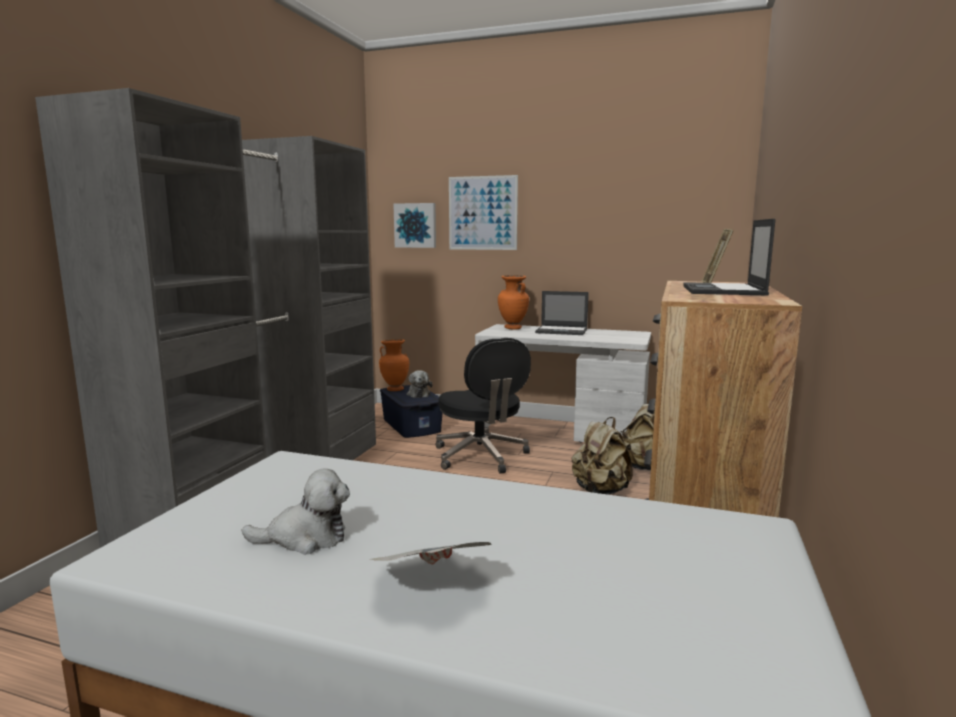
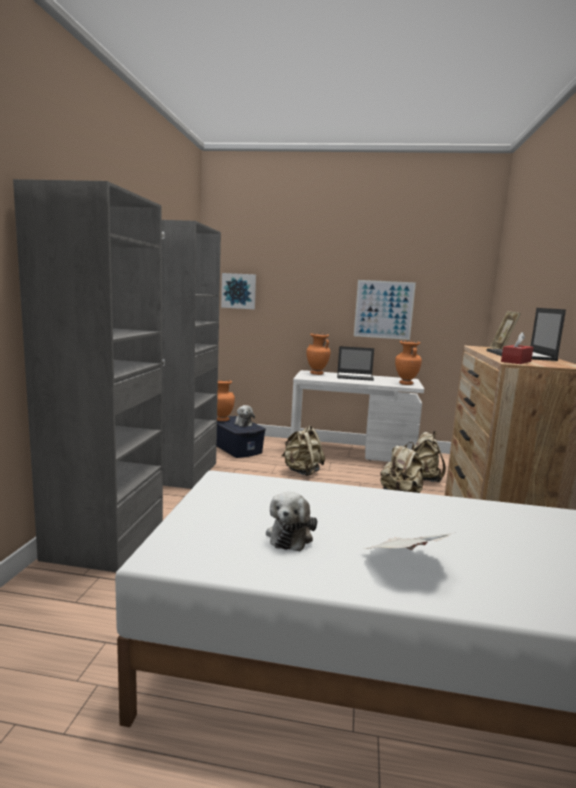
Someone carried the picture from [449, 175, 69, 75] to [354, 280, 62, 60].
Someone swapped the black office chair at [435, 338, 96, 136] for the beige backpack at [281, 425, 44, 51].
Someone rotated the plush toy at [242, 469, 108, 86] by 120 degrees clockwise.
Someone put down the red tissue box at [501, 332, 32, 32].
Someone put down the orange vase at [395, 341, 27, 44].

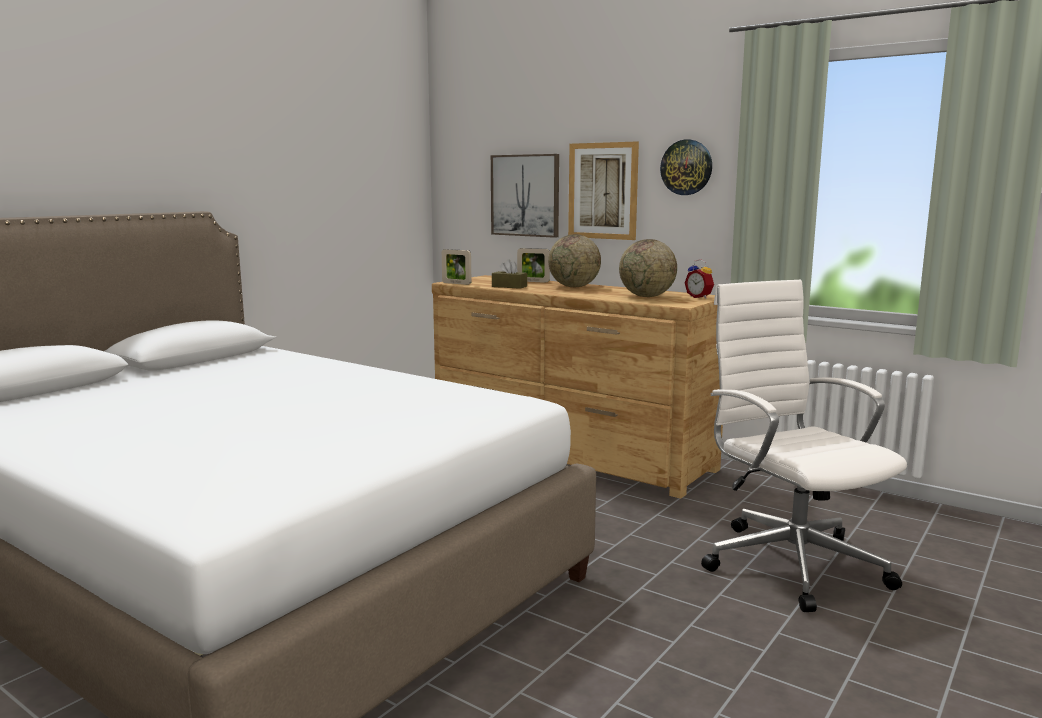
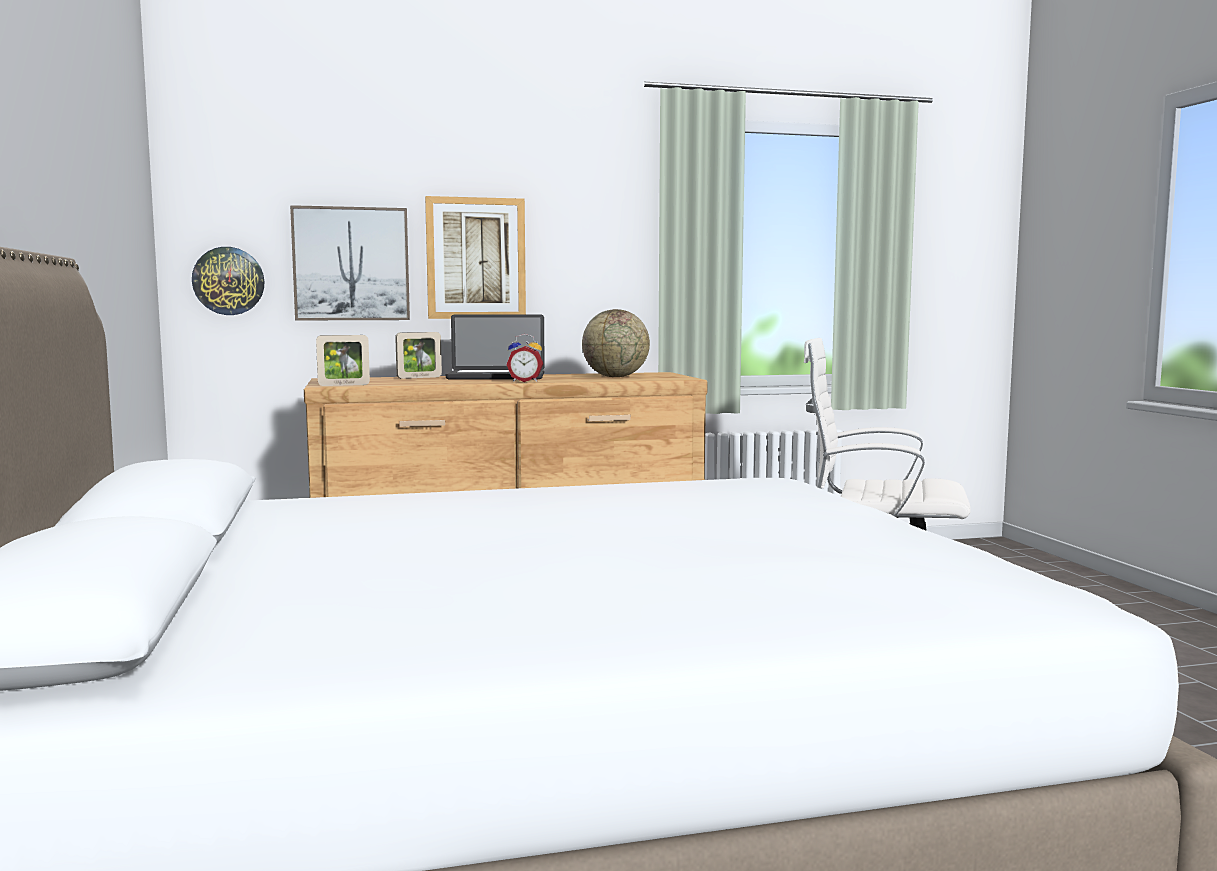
Someone carried the wall clock from [660, 139, 52, 56] to [192, 247, 73, 68].
Someone swapped the globe at [548, 234, 53, 53] for the laptop at [446, 314, 99, 66].
Someone took away the brown tissue box at [492, 259, 35, 30].
Someone carried the alarm clock from [684, 259, 30, 40] to [506, 334, 37, 48].

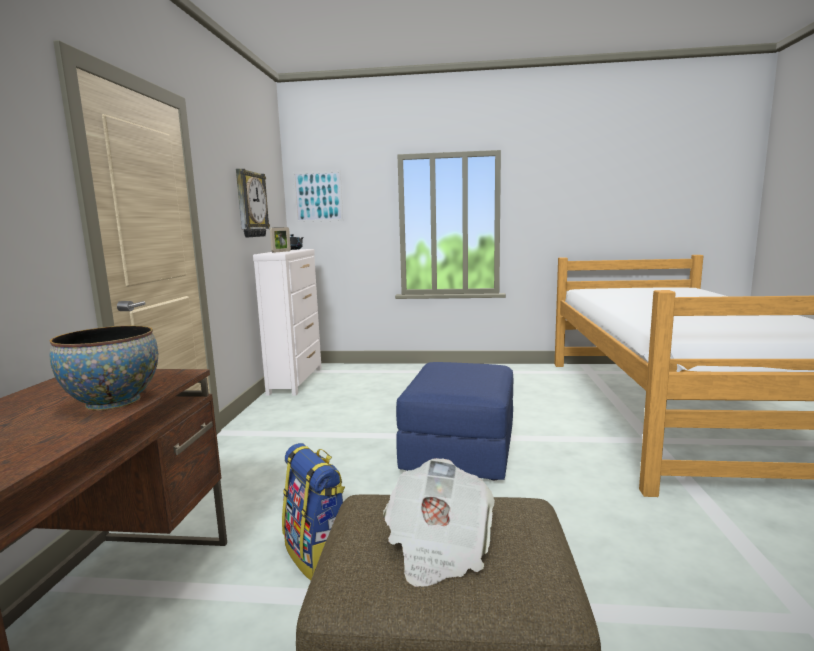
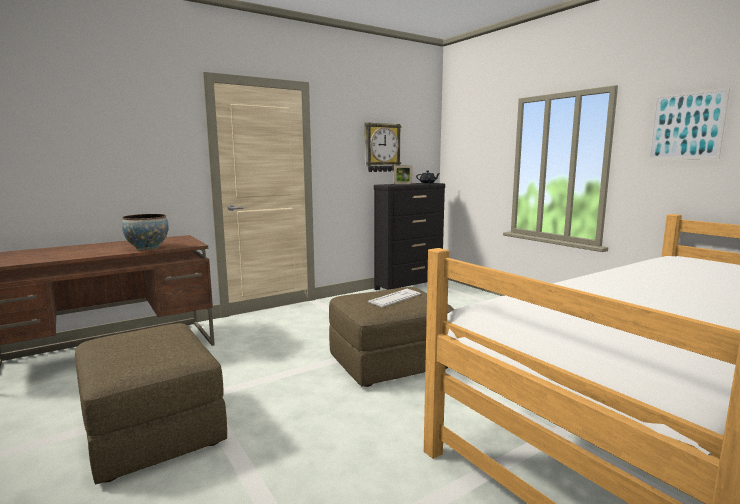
Someone carried the picture from [293, 171, 50, 51] to [648, 88, 82, 71].
Someone repainted the white dresser at [253, 249, 69, 147], which became the black dresser at [374, 183, 71, 107].
Someone repainted the blue ottoman at [396, 362, 117, 118], which became the brown ottoman at [329, 287, 125, 100].
Someone took away the backpack at [282, 443, 63, 137].
Someone took away the newspaper at [383, 458, 112, 129].
Someone put down the keyboard at [368, 289, 53, 18].

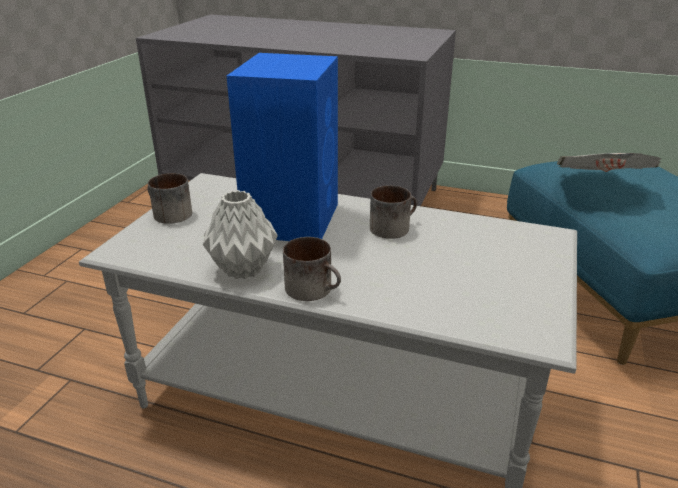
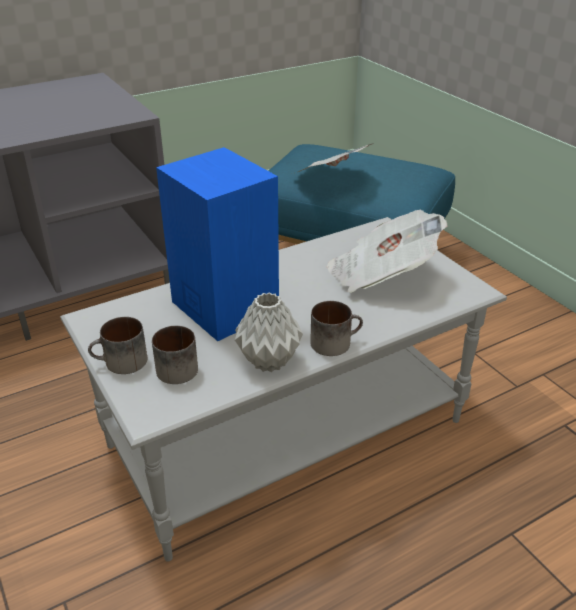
Someone carried the mug from [370, 185, 47, 54] to [152, 326, 46, 58].
Someone put down the newspaper at [327, 210, 121, 83].

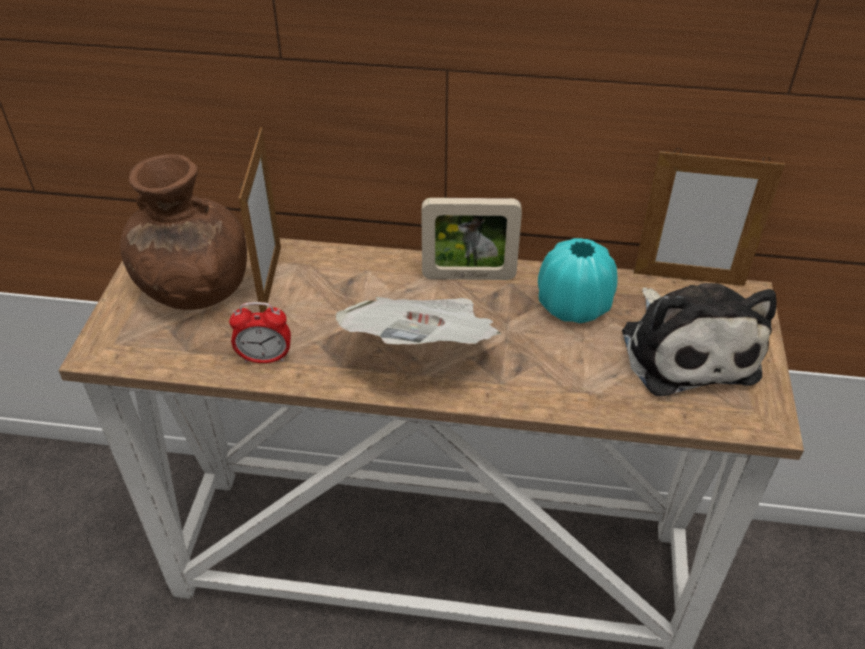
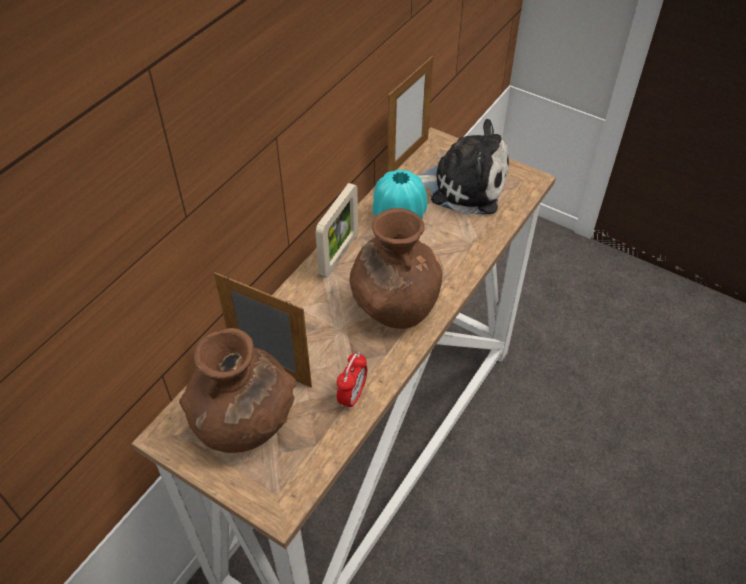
Someone swapped the newspaper at [335, 297, 166, 48] for the brown vase at [350, 208, 93, 121].

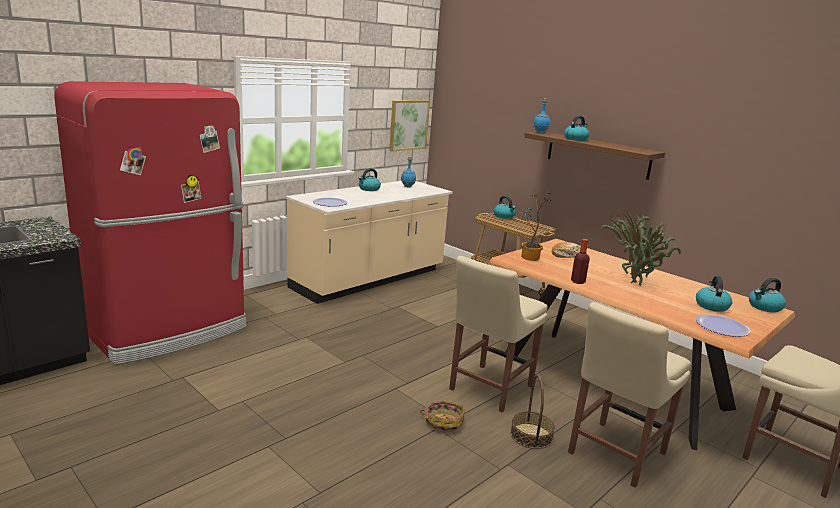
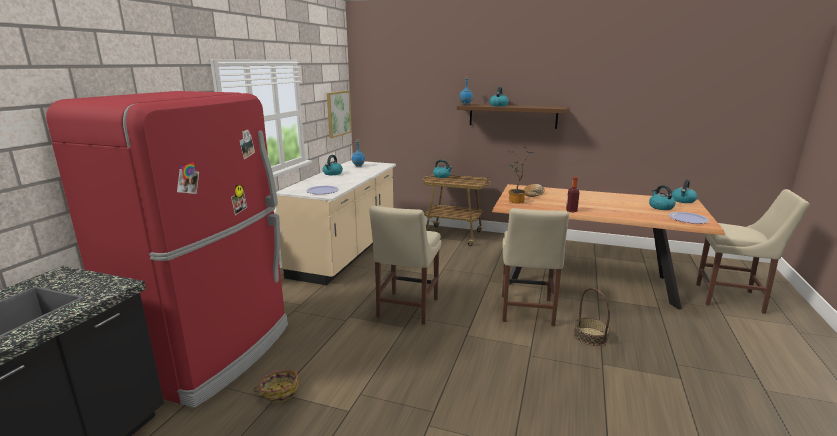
Someone took away the potted plant at [600, 211, 81, 75].
Someone carried the beige chair from [568, 302, 123, 186] to [369, 206, 72, 119].
Someone carried the basket from [420, 401, 44, 32] to [253, 370, 46, 33].

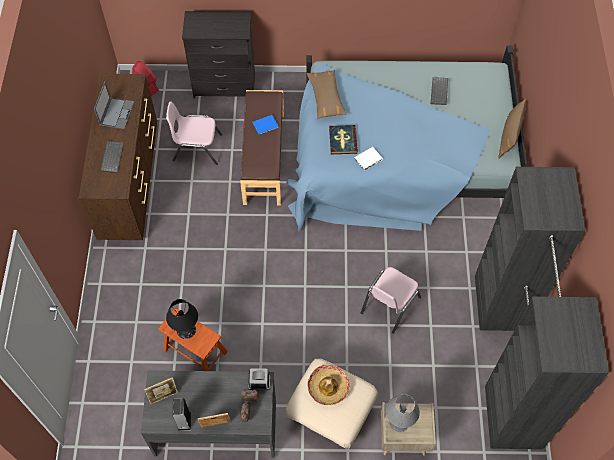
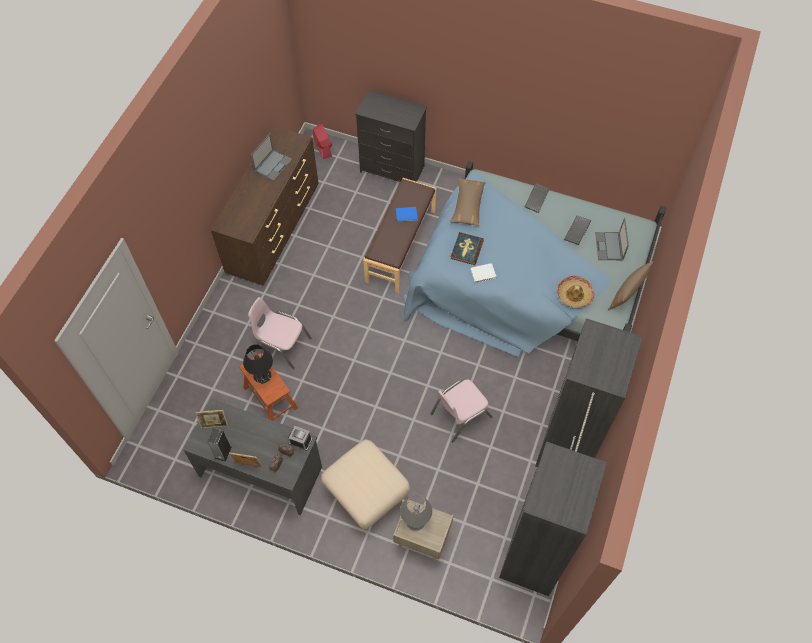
Someone carried the pink chair from [166, 102, 56, 63] to [248, 297, 63, 72].
Someone carried the keyboard from [100, 141, 24, 32] to [525, 183, 24, 30].
Someone carried the hat from [308, 365, 42, 40] to [557, 276, 38, 32].
Someone put down the laptop at [595, 218, 34, 42].

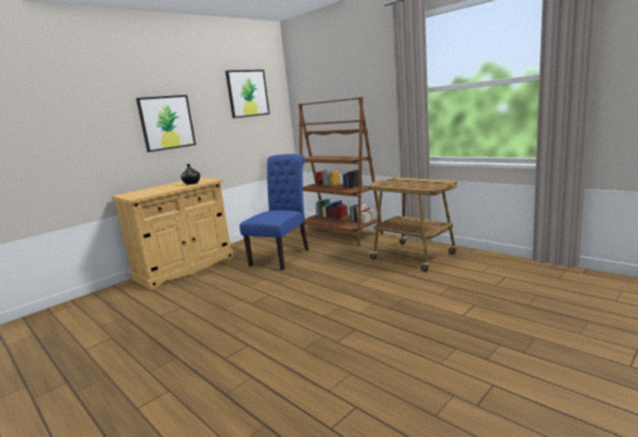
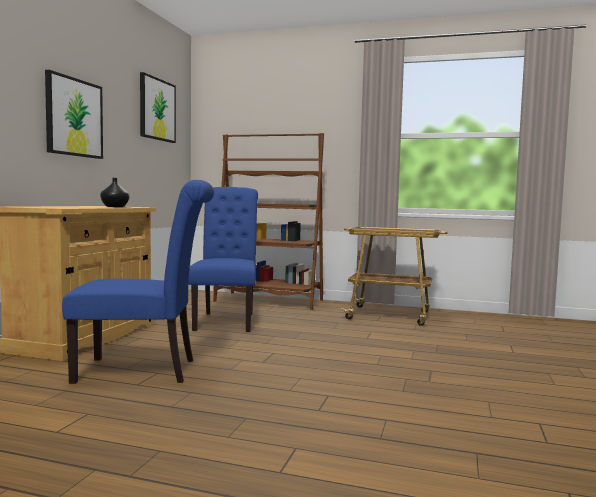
Someone put down the blue chair at [62, 180, 152, 204].

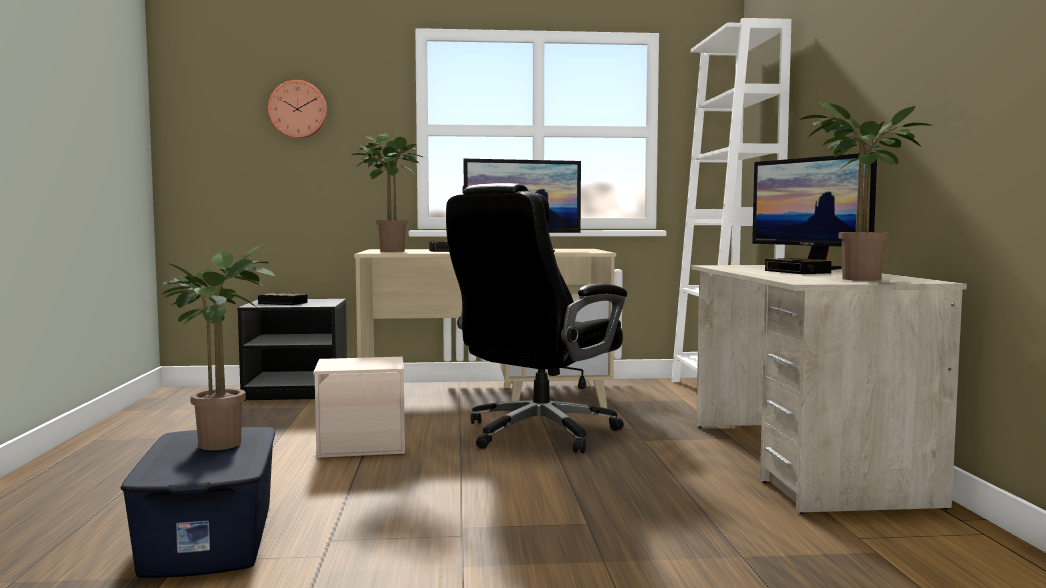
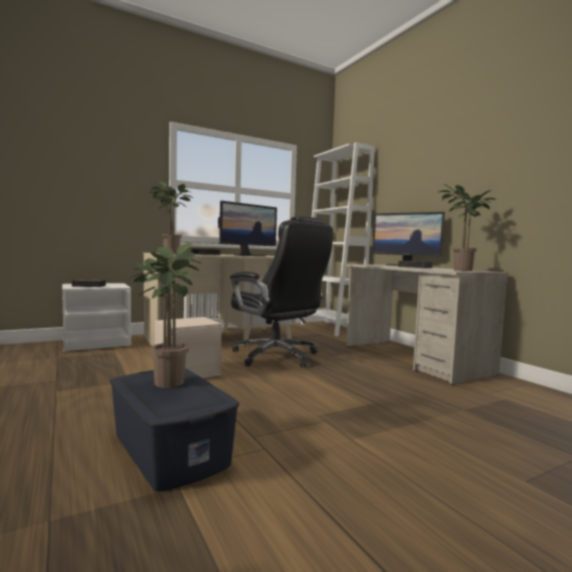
Someone took away the wall clock at [268, 80, 59, 58].
Someone rotated the black office chair at [446, 183, 181, 270] by 60 degrees counterclockwise.
Someone repainted the black nightstand at [237, 299, 110, 102], which became the white nightstand at [62, 283, 69, 68].

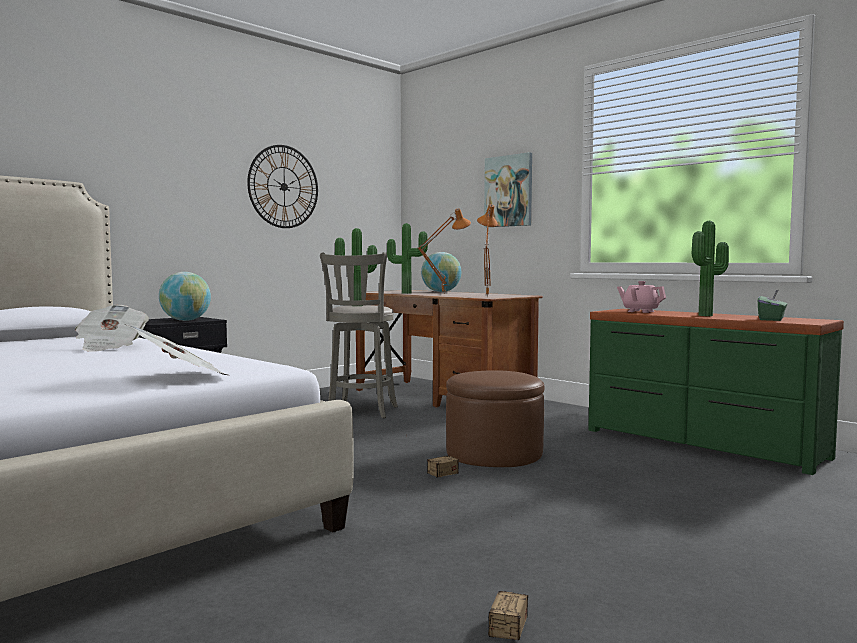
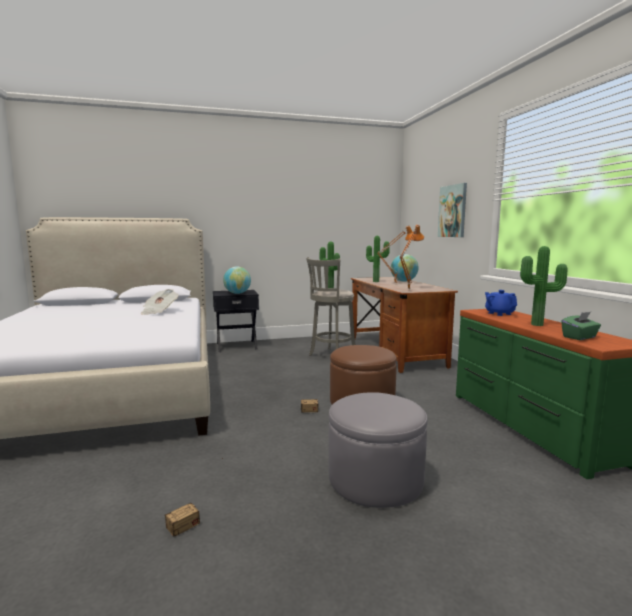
Someone took away the wall clock at [247, 145, 71, 83].
Someone repainted the pink teapot at [617, 281, 49, 32], which became the blue teapot at [485, 290, 32, 26].
Someone took away the newspaper at [125, 324, 102, 51].
Someone put down the grey ottoman at [328, 392, 100, 116].

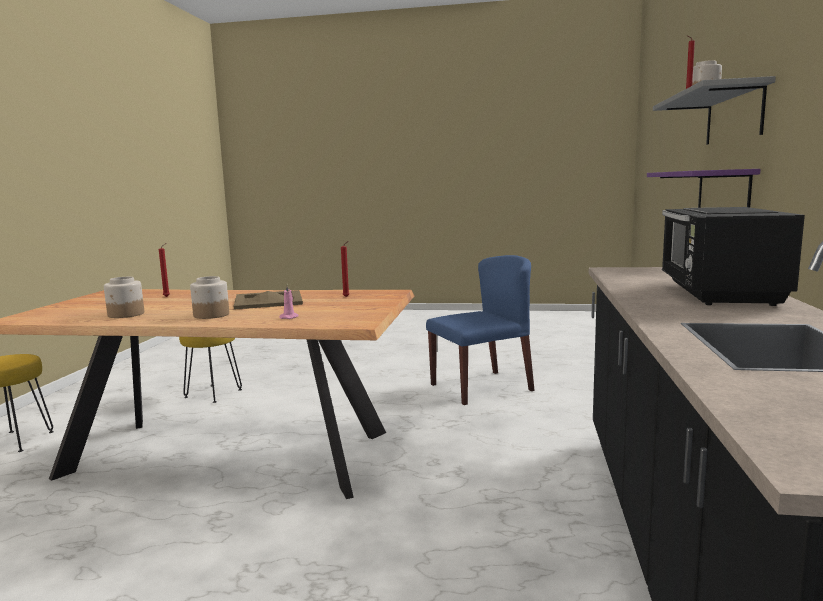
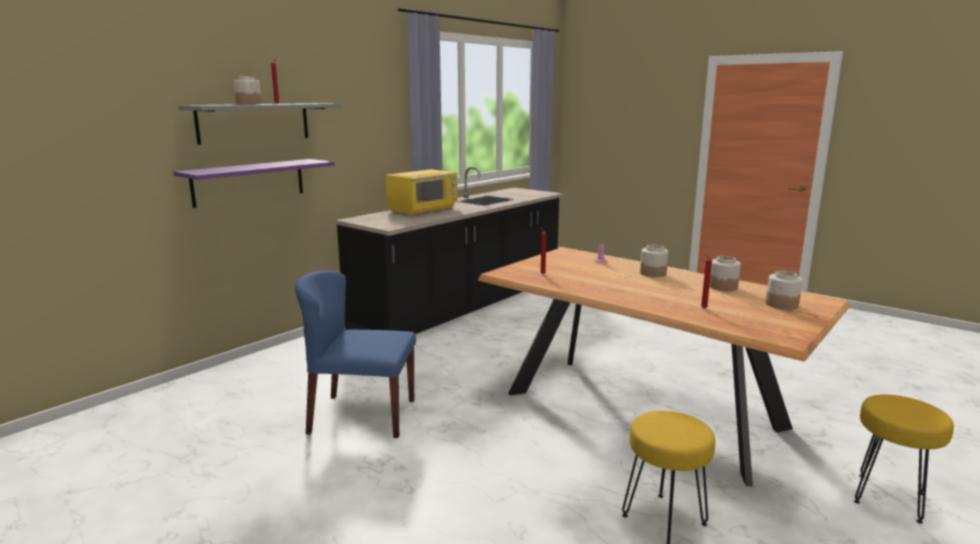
Someone repainted the black microwave at [661, 207, 144, 99], which became the yellow microwave at [385, 169, 73, 47].
Someone took away the beige tray at [234, 290, 69, 19].
Someone put down the jar at [766, 271, 36, 39].

